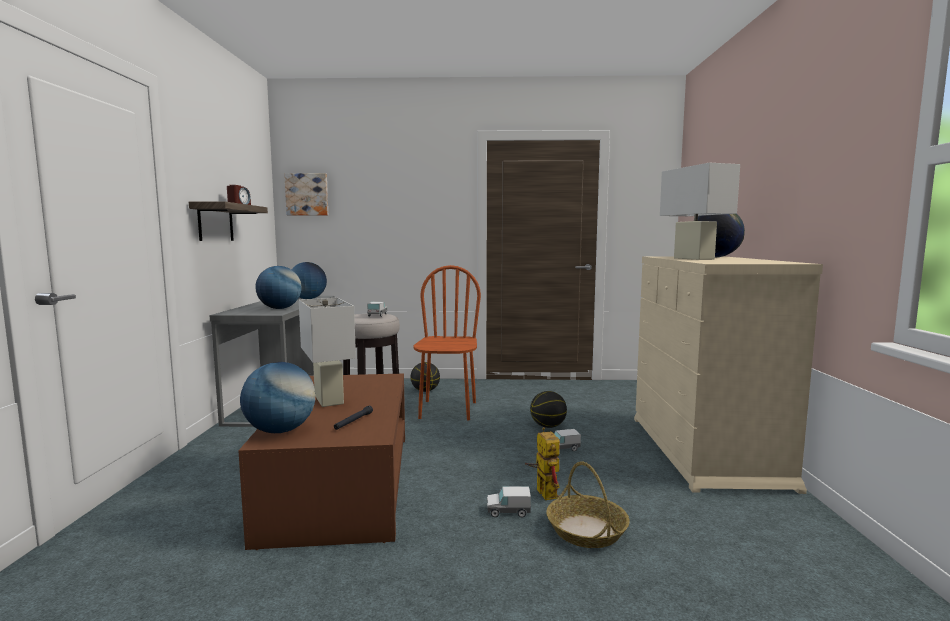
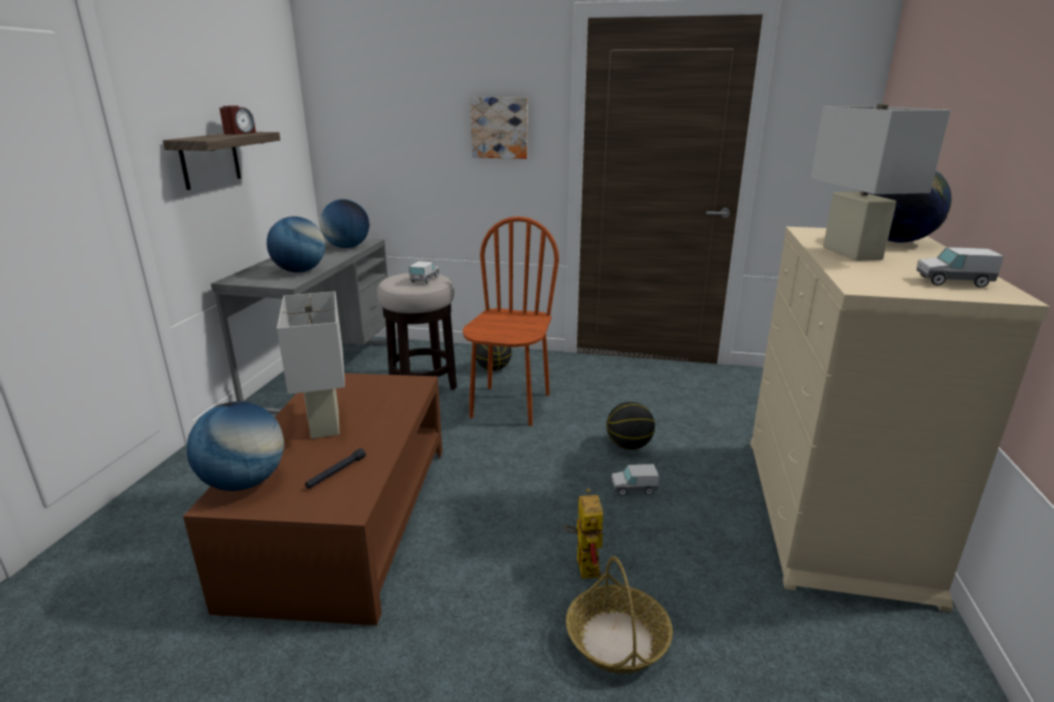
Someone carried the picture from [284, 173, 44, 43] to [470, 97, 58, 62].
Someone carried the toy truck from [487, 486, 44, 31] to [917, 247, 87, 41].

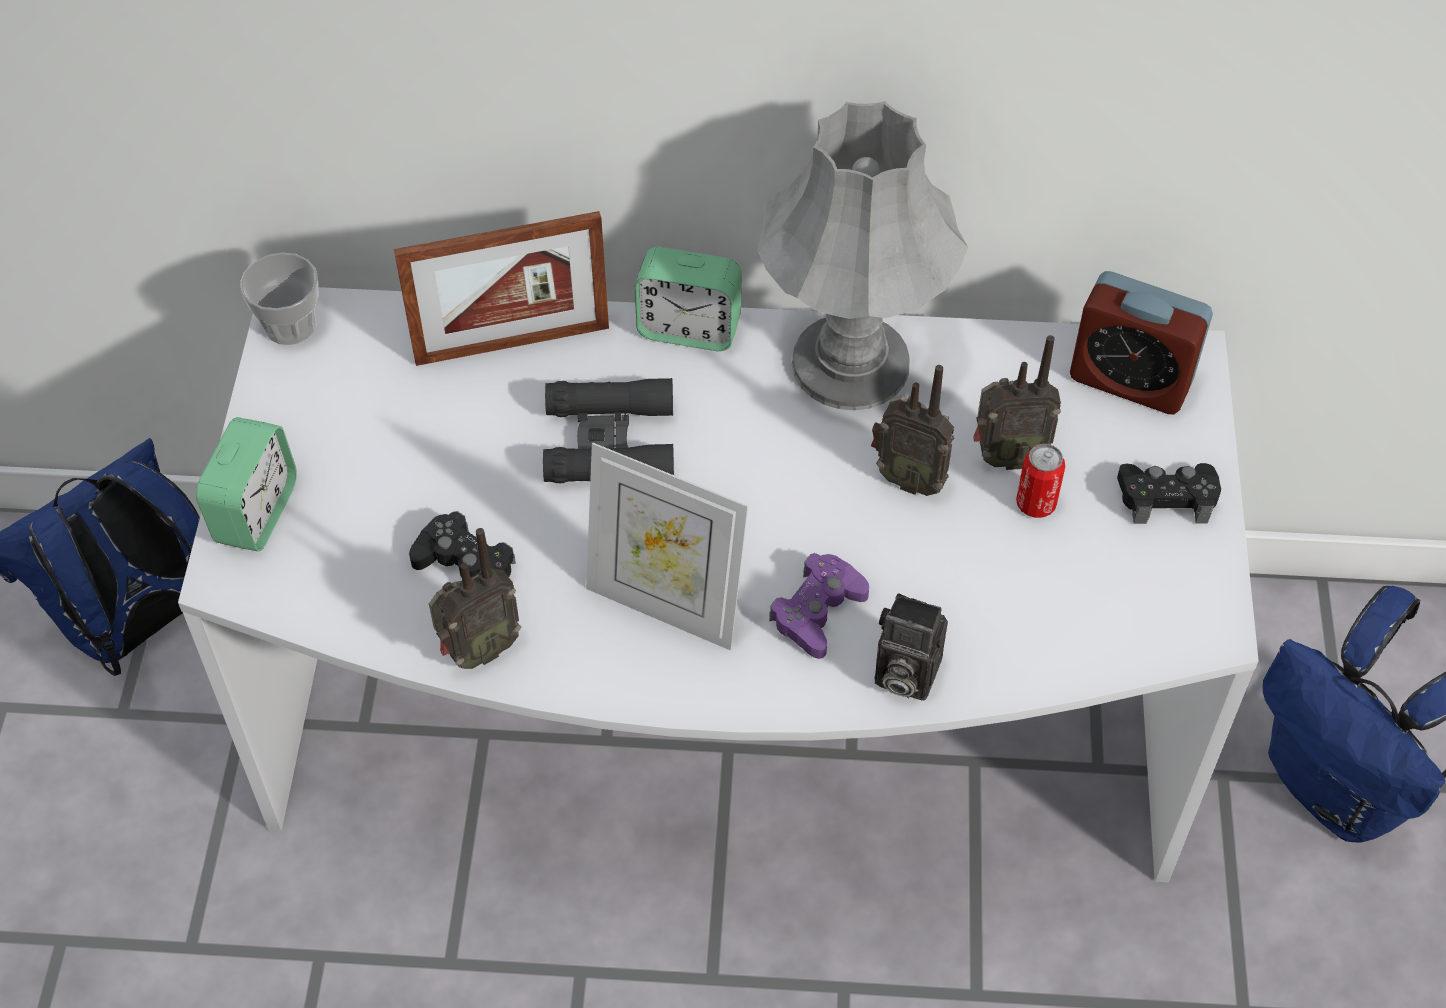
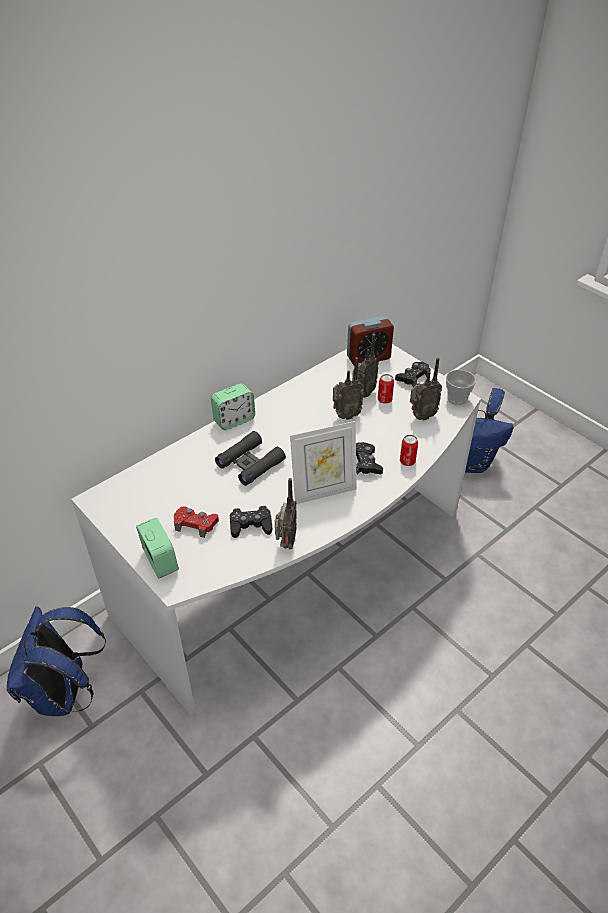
Someone took away the grey table lamp at [758, 101, 210, 309].
Someone took away the picture frame at [394, 211, 215, 155].
Someone carried the cup from [240, 252, 78, 93] to [446, 370, 30, 35].
Someone repainted the purple game controller at [769, 553, 100, 106], which became the black game controller at [356, 442, 27, 32].
Someone swapped the photo camera at [875, 593, 73, 108] for the can at [400, 435, 18, 31].
Someone put down the radio at [410, 358, 32, 63].
Someone put down the red game controller at [174, 506, 45, 32].

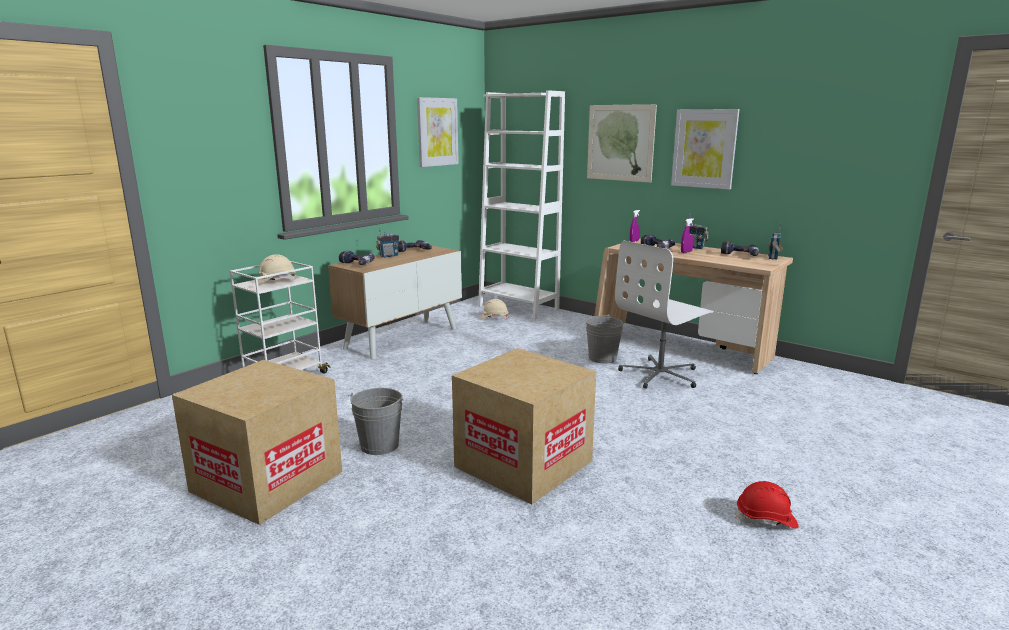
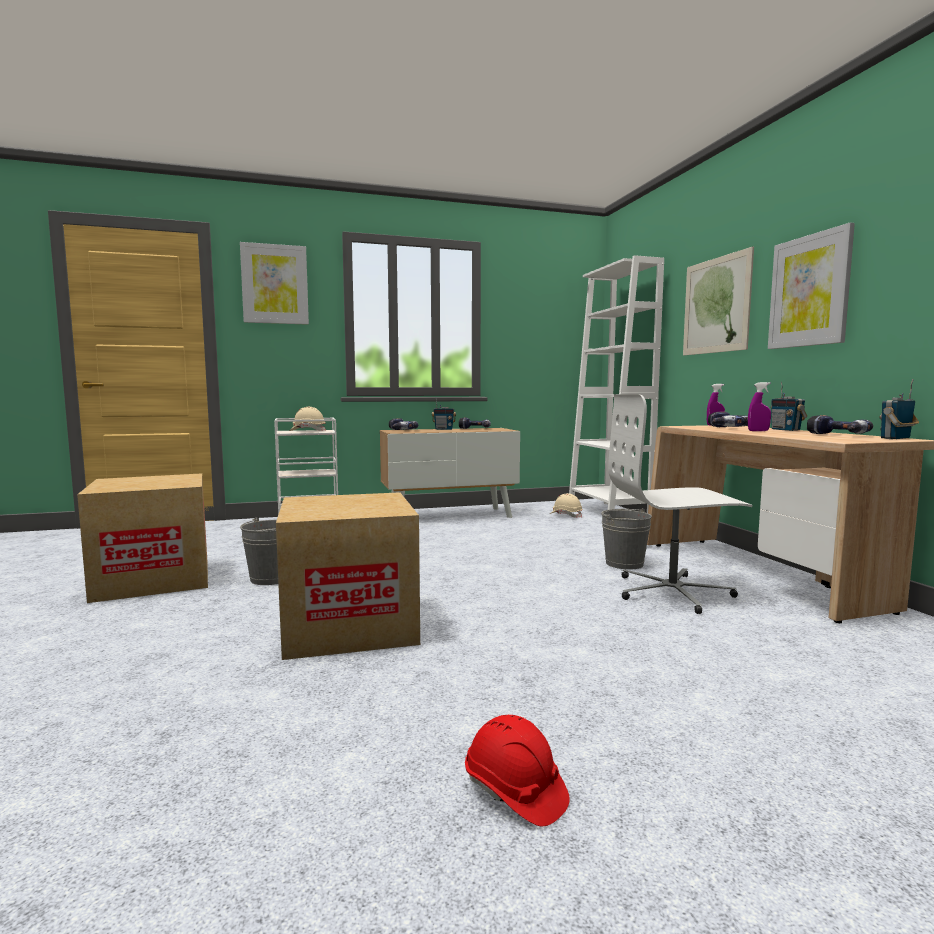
Someone carried the picture from [417, 97, 42, 70] to [240, 242, 69, 83].

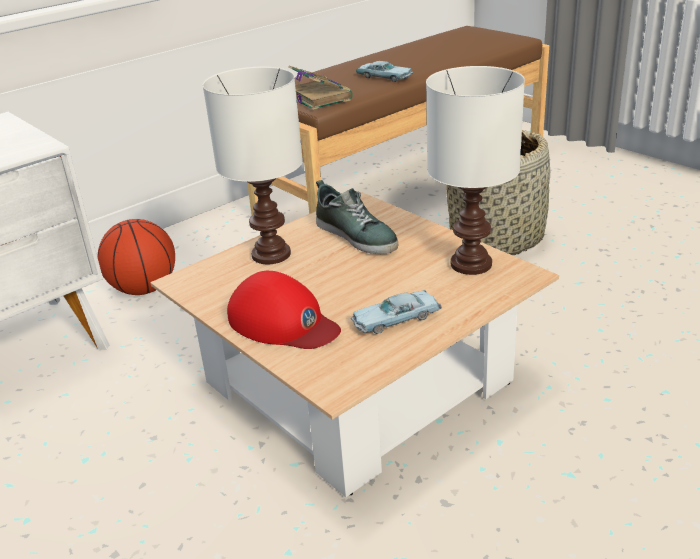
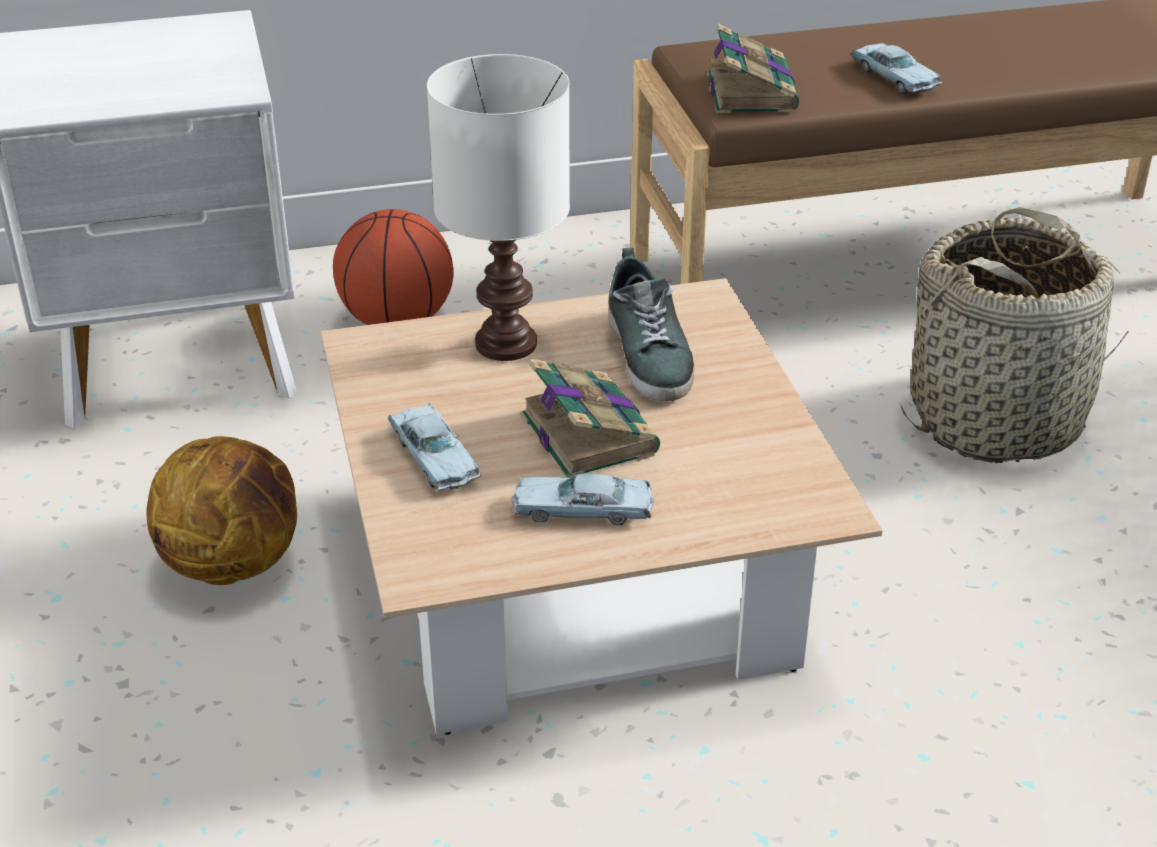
Someone took away the white table lamp at [426, 66, 99, 209].
Someone swapped the red cap at [227, 271, 114, 78] for the blue toy car at [388, 403, 93, 88].
Someone put down the book at [521, 358, 139, 120].
Someone put down the basketball at [146, 436, 151, 149].

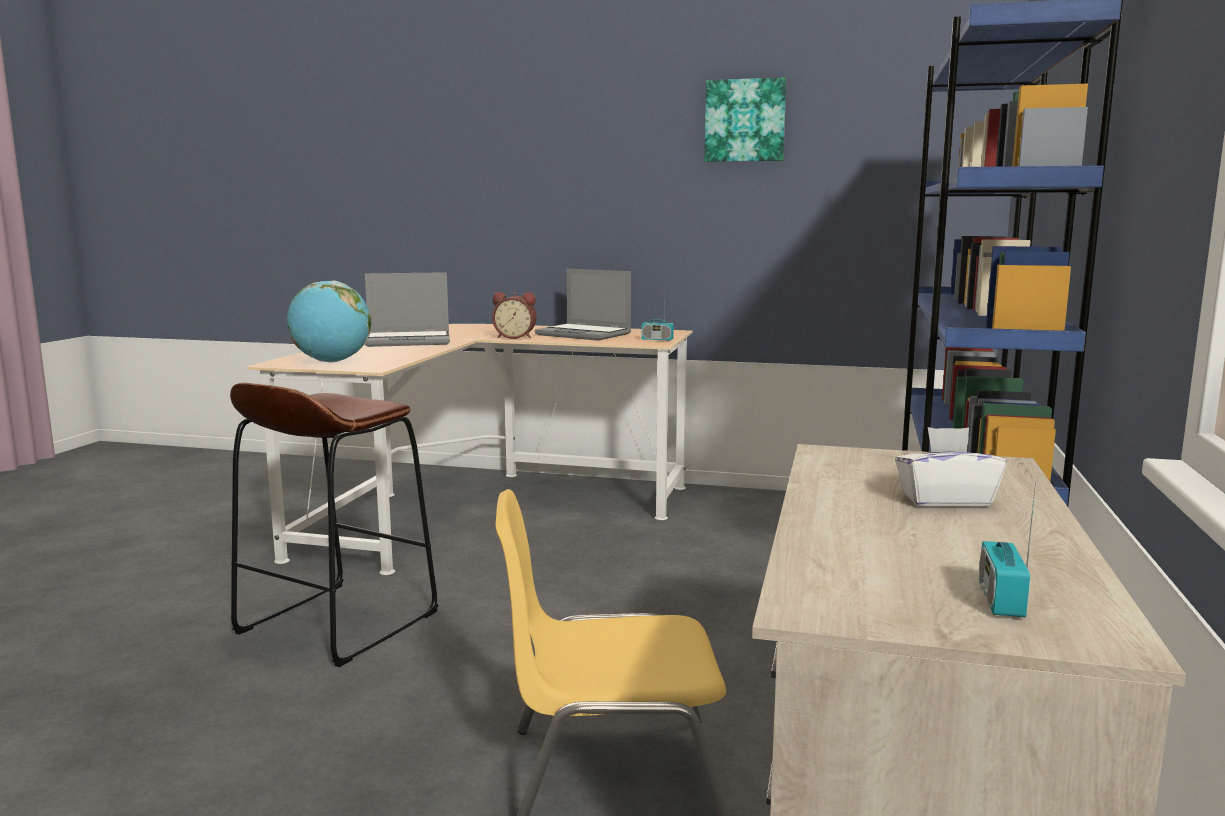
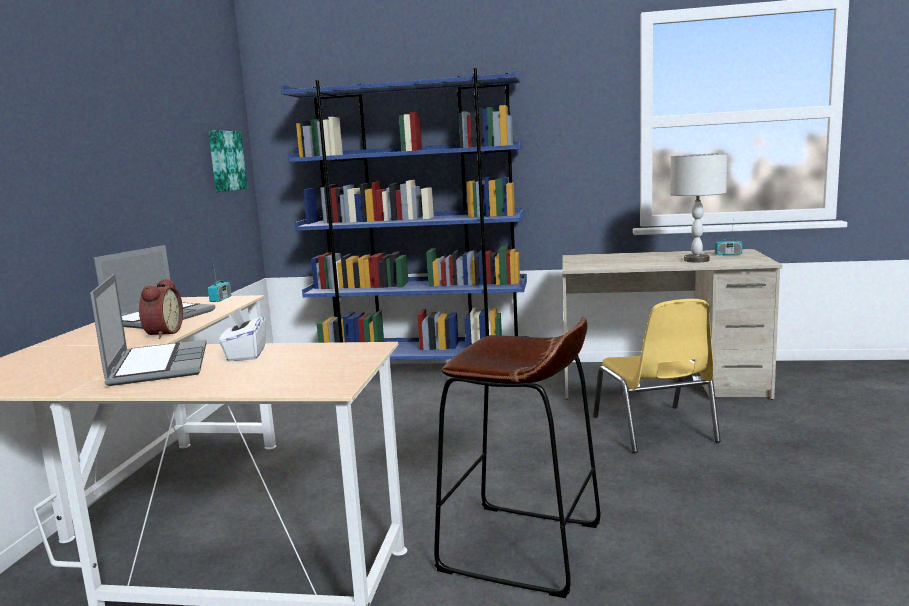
Someone carried the picture from [704, 77, 82, 85] to [208, 130, 39, 62].
Someone took away the globe at [287, 281, 84, 81].
Someone carried the white tissue box from [895, 427, 112, 80] to [219, 309, 47, 52].
Someone put down the grey table lamp at [670, 153, 57, 110].

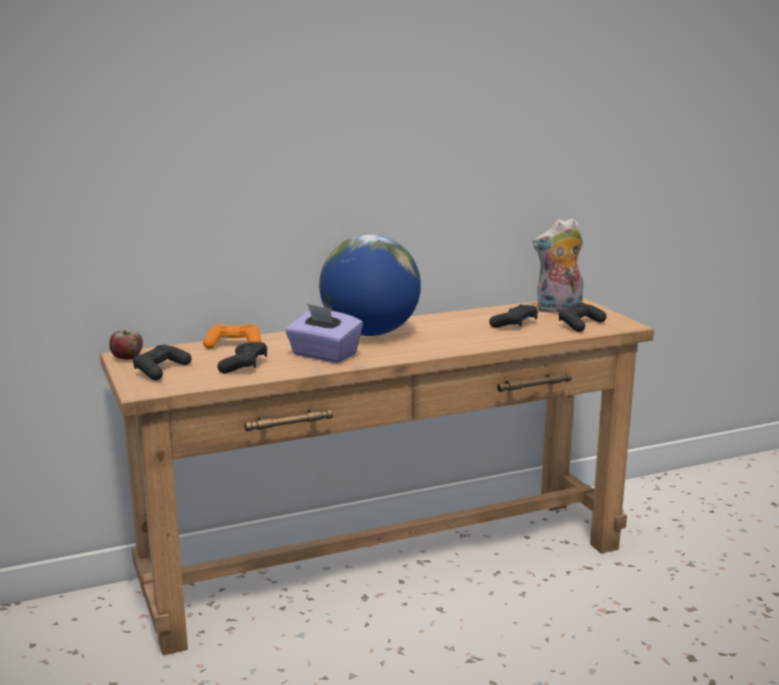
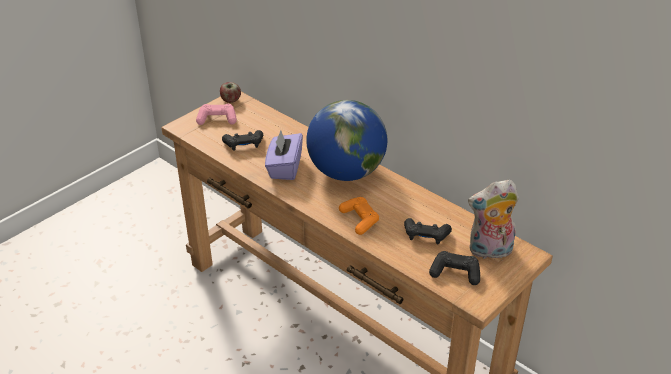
Someone rotated the plush toy at [533, 218, 50, 95] by 60 degrees counterclockwise.
Someone carried the orange game controller from [203, 324, 58, 25] to [339, 197, 40, 38].
Someone repainted the black game controller at [133, 344, 58, 36], which became the pink game controller at [196, 104, 41, 21].

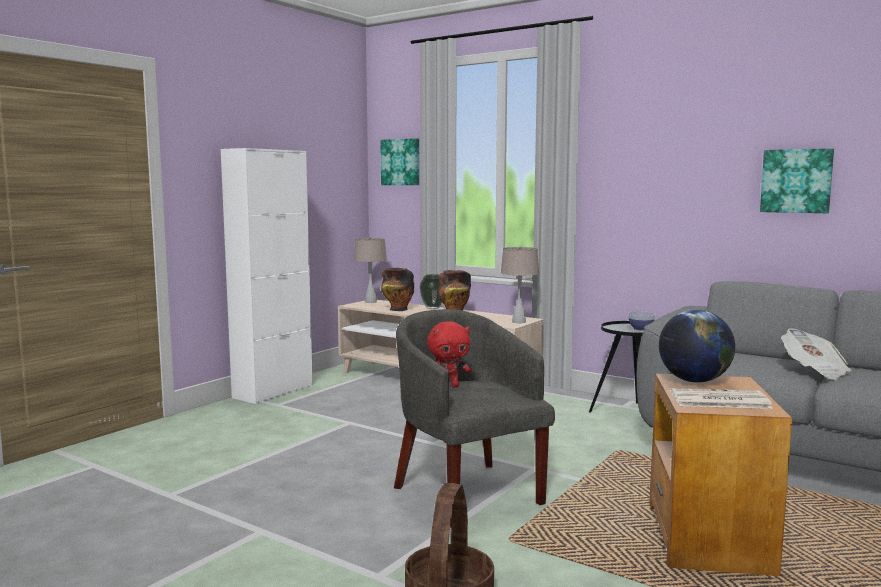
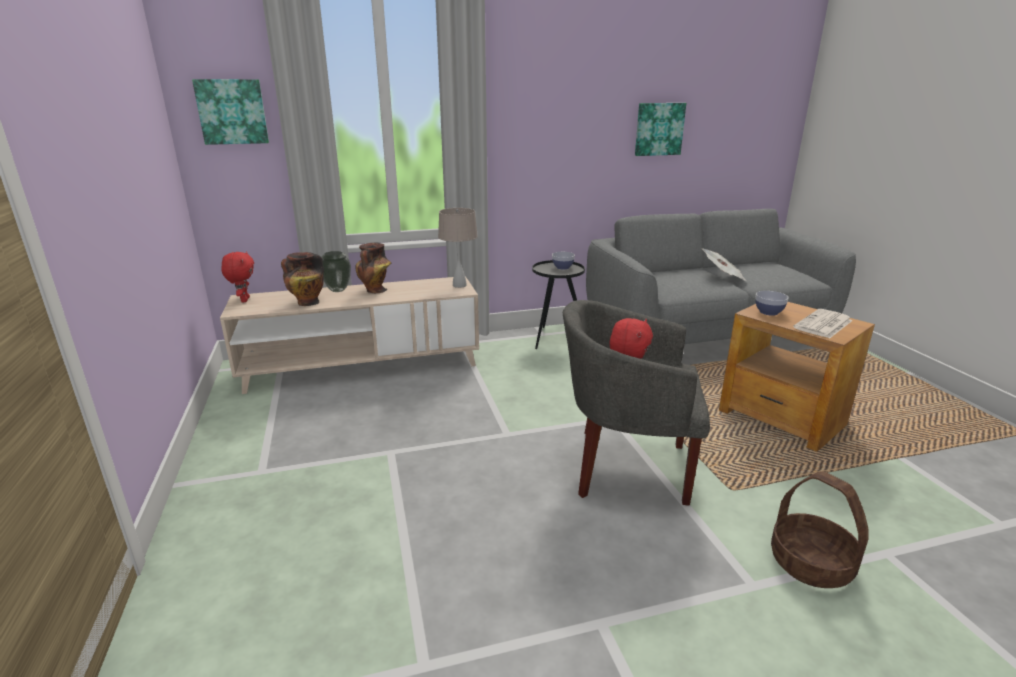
Someone took away the white cabinet at [221, 148, 92, 256].
Someone swapped the beige table lamp at [354, 237, 33, 66] for the red plush toy at [221, 251, 33, 52].
Someone swapped the globe at [659, 310, 76, 73] for the bowl at [755, 291, 34, 25].

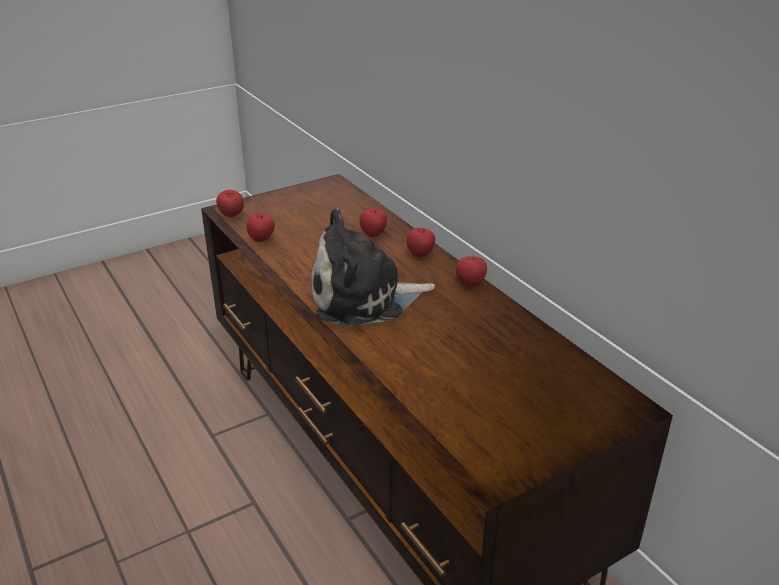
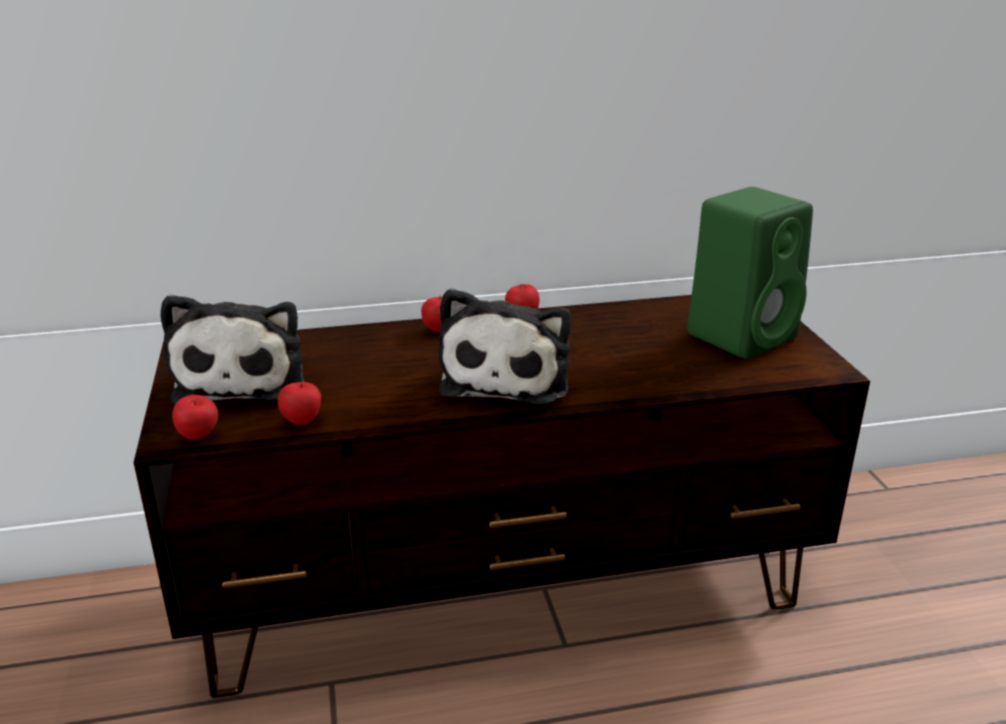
Someone took away the apple at [360, 209, 27, 28].
Someone put down the green speaker at [687, 187, 126, 172].
Someone put down the plush toy at [160, 294, 144, 111].

